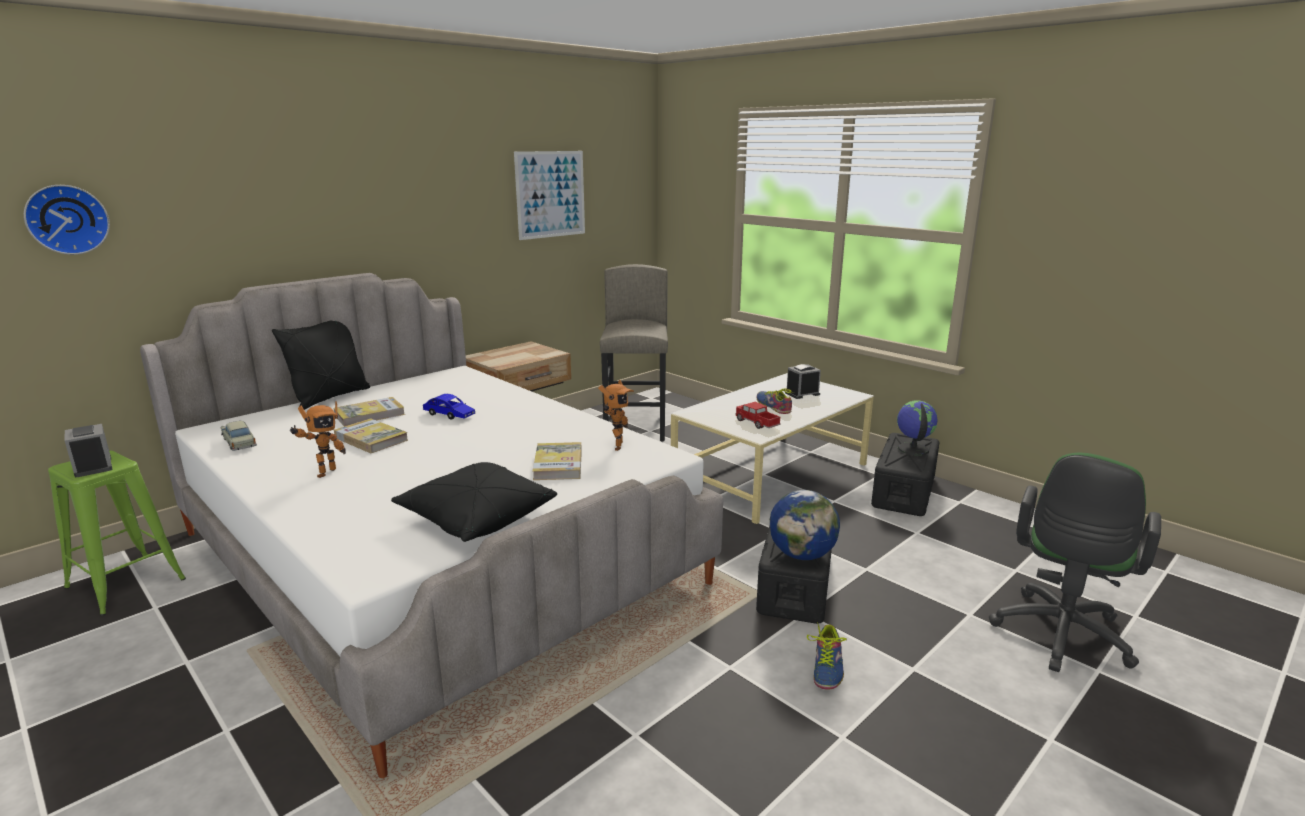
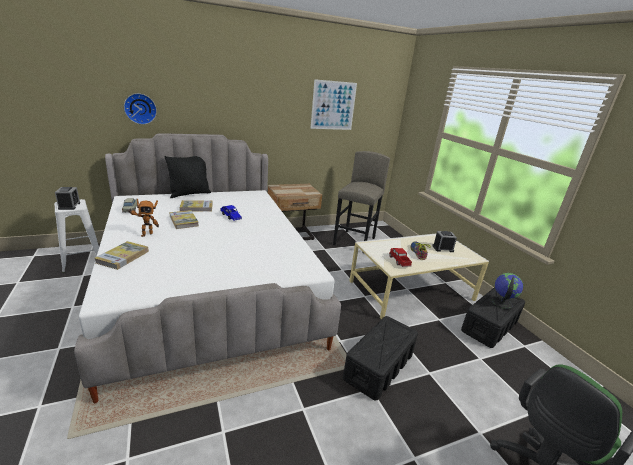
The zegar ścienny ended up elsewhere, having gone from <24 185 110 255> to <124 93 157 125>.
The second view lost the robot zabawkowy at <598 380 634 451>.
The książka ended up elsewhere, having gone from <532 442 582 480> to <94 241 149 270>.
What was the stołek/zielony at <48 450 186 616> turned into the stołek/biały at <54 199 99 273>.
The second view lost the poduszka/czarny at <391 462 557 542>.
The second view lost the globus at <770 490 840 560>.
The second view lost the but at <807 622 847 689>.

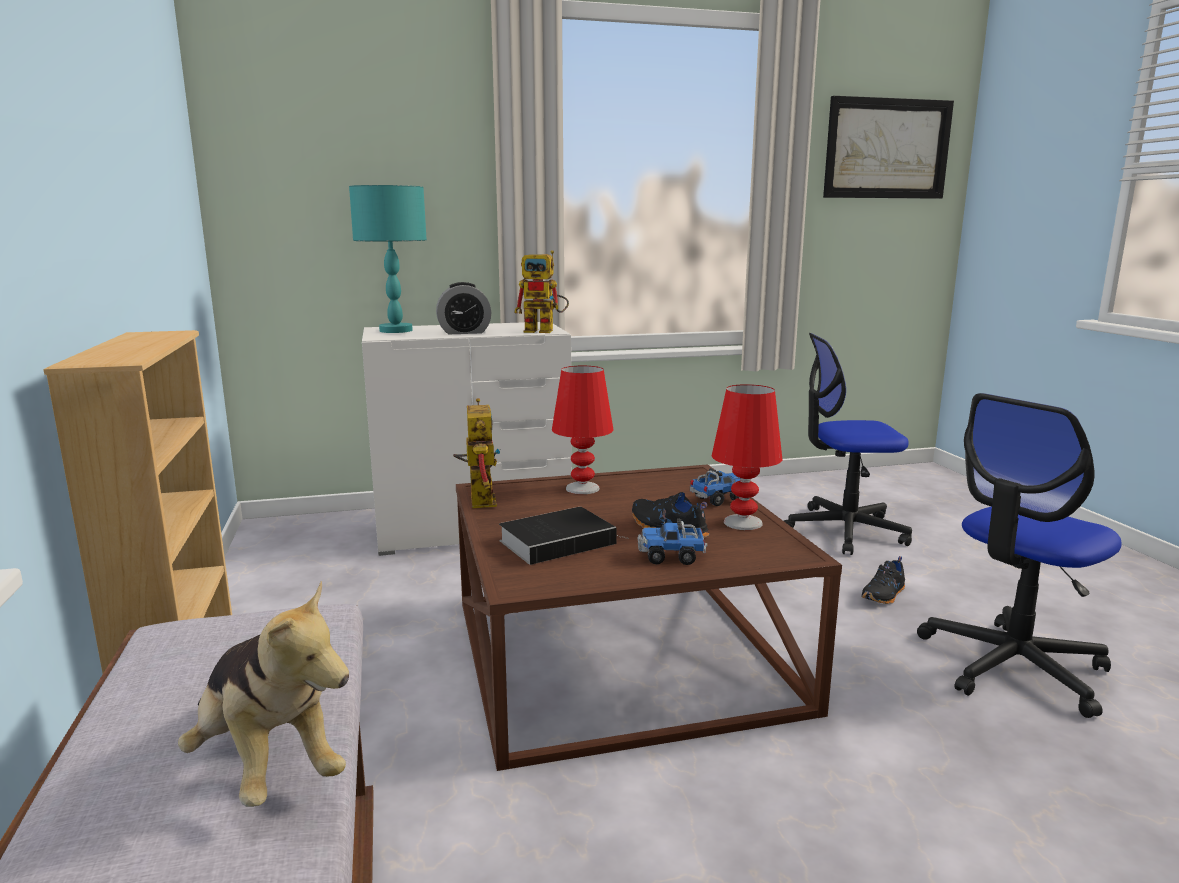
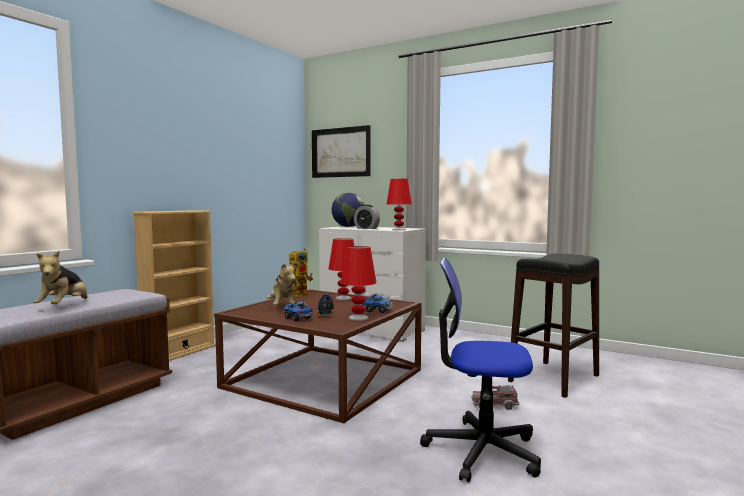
The obraz ended up elsewhere, having gone from <823 96 954 199> to <312 125 371 178>.
Where the lampa stołowa/turkusowy stood at <349 185 427 333>, the globus came to stand at <332 193 365 227>.
Where the robot zabawkowy stood at <514 250 569 333>, the lampa stołowa/czerwony came to stand at <387 179 412 231>.
Where the krzesło biurowe stood at <784 333 912 555>, the stołek/czarny came to stand at <508 254 599 398>.
Where the książka stood at <499 507 629 565>, the pluszak came to stand at <266 261 296 305>.
Where the but/czarny stood at <861 556 905 604>, the ciężarówka zabawkowa came to stand at <472 385 520 410>.

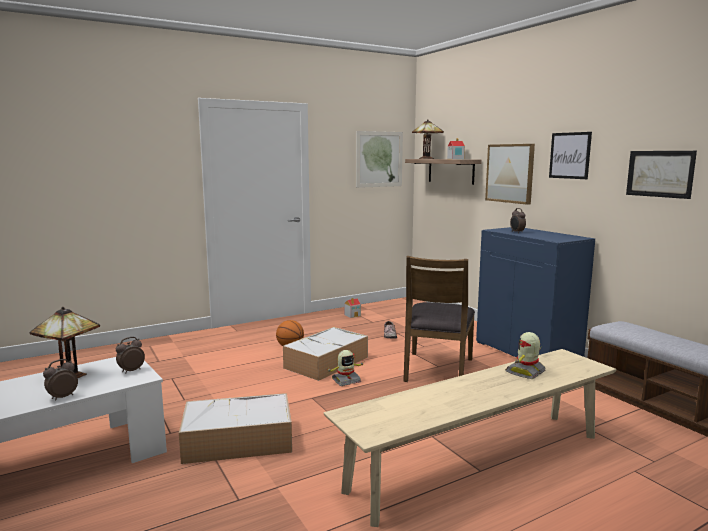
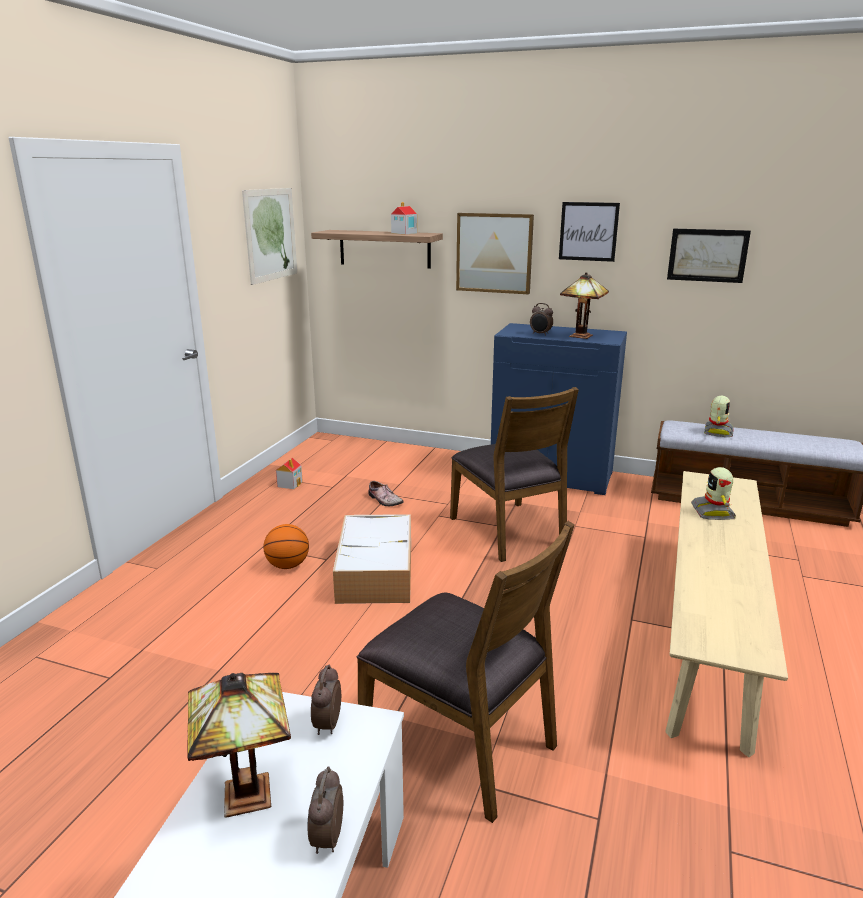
The lampa stołowa ended up elsewhere, having gone from <412 119 444 159> to <560 272 609 339>.
The robot zabawkowy ended up elsewhere, having gone from <327 350 364 386> to <704 396 734 437>.
Where the pojemnik do przechowywania stood at <179 393 292 464>, the krzesło/brązowy came to stand at <357 521 575 823>.

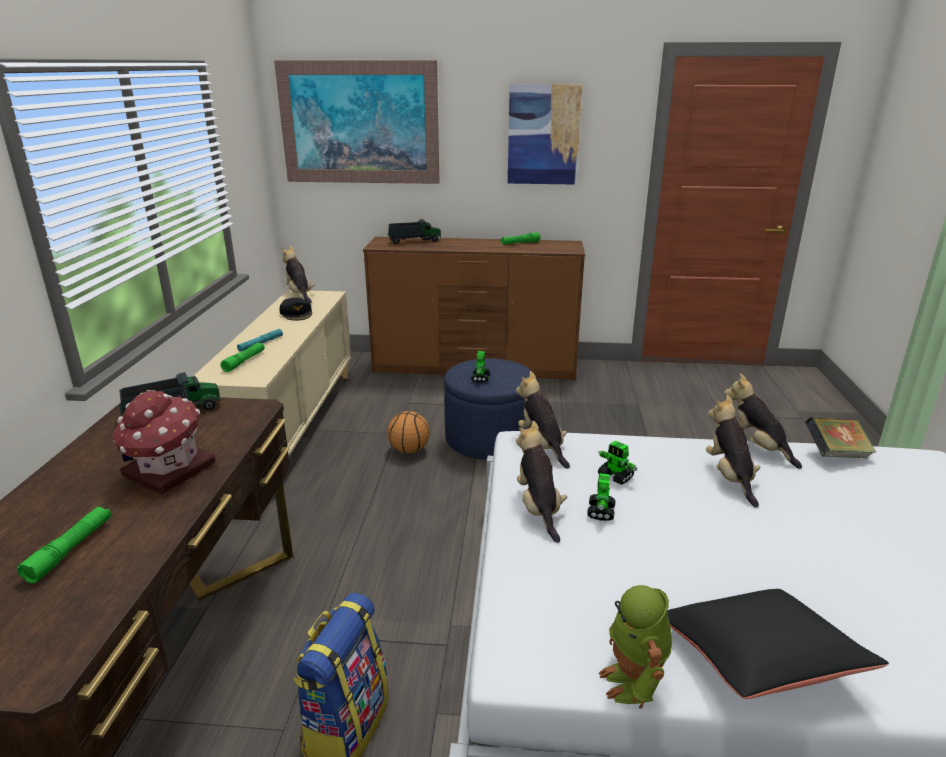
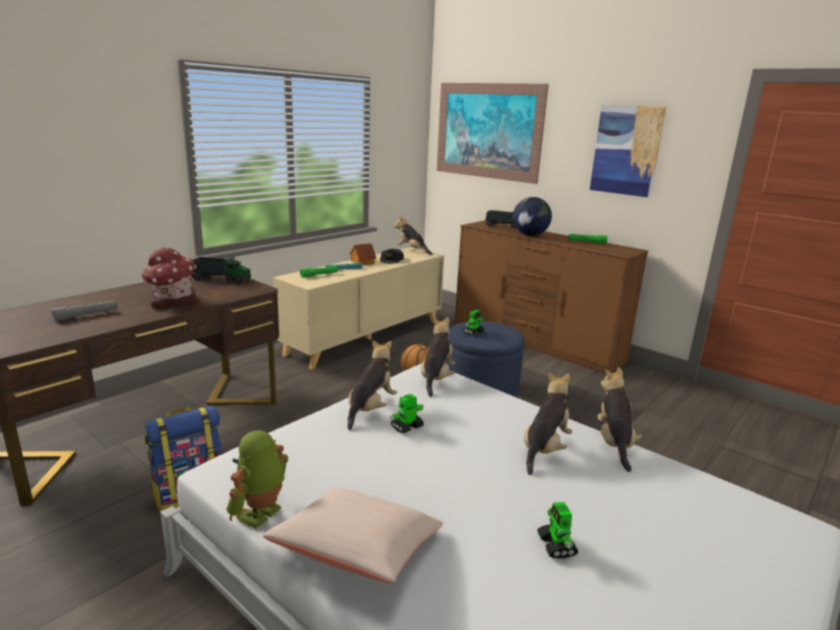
The pluszak at <282 246 315 303> ended up facing another way, 60 degrees counterclockwise from before.
The second view lost the książka at <805 417 876 458>.
The robot zabawkowy ended up elsewhere, having gone from <598 441 637 484> to <537 502 578 559>.
What was the latarka/zielony at <17 507 111 584> turned into the latarka/szary at <51 300 117 321>.
What was the poduszka/czarny at <667 589 889 699> turned into the poduszka/beżowy at <263 488 443 583>.
The second view gained the globus at <513 197 552 236>.
The second view gained the domek at <350 243 376 265>.

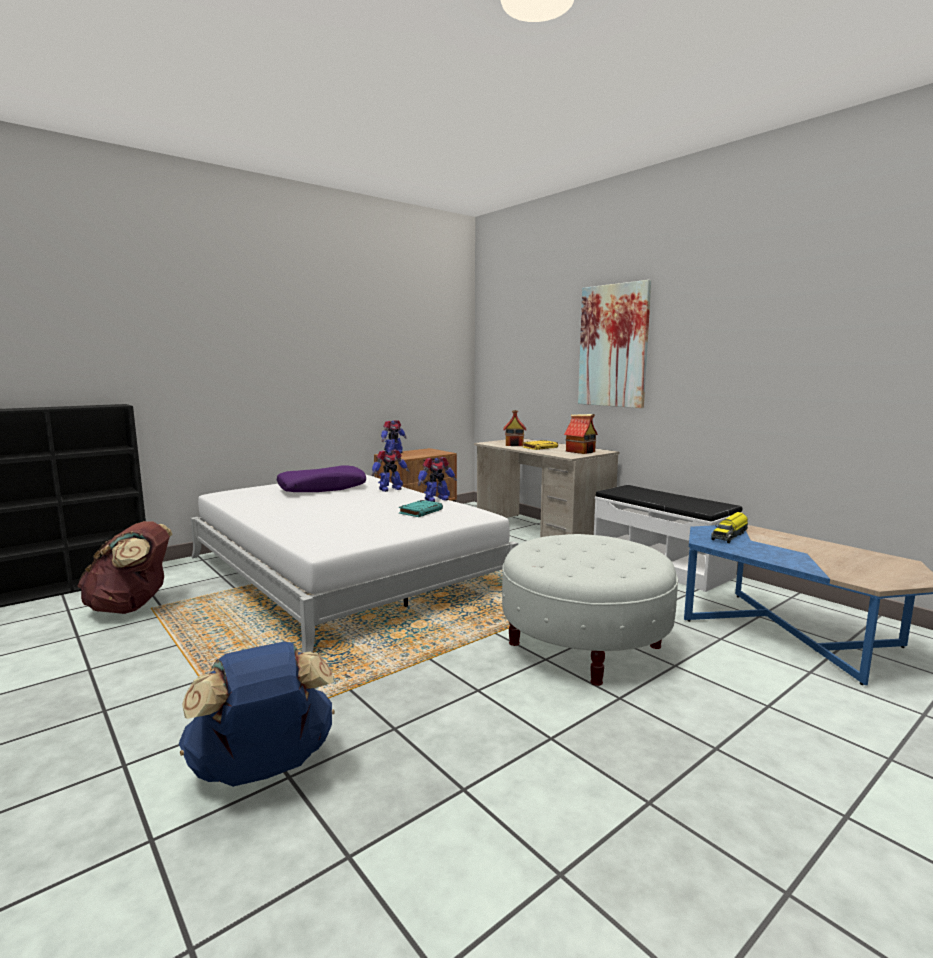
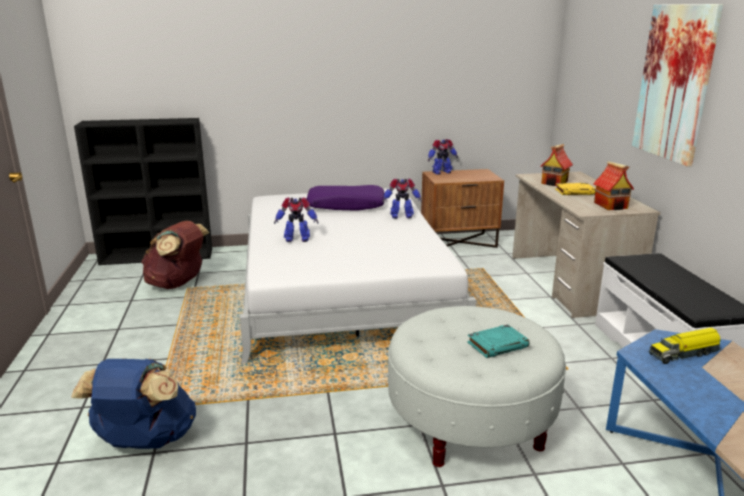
The robot zabawkowy ended up elsewhere, having gone from <418 457 457 502> to <274 197 319 242>.
The książka/turkusowy ended up elsewhere, having gone from <399 500 443 517> to <467 324 530 358>.

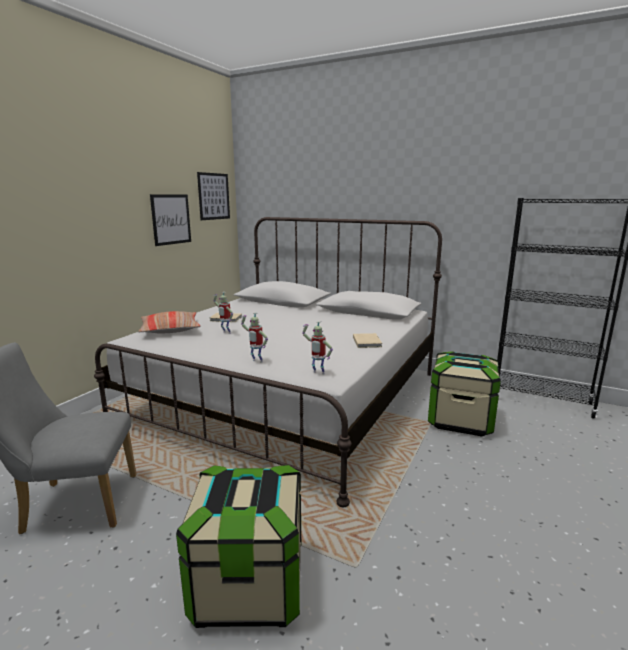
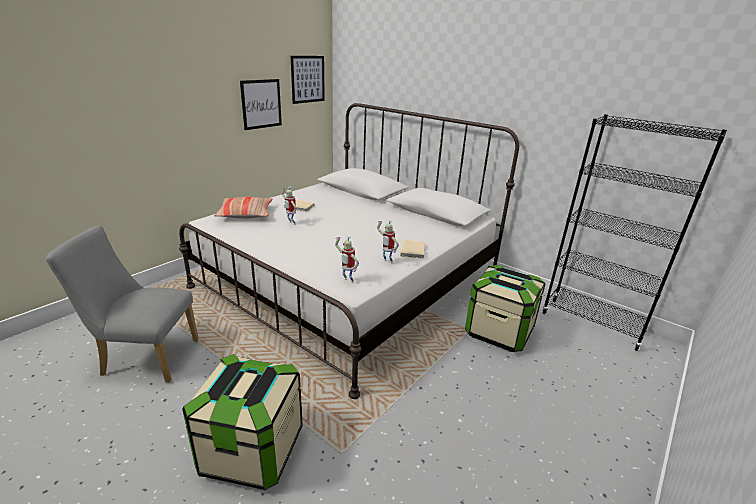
The robot zabawkowy ended up elsewhere, having gone from <241 312 268 363> to <377 220 399 263>.

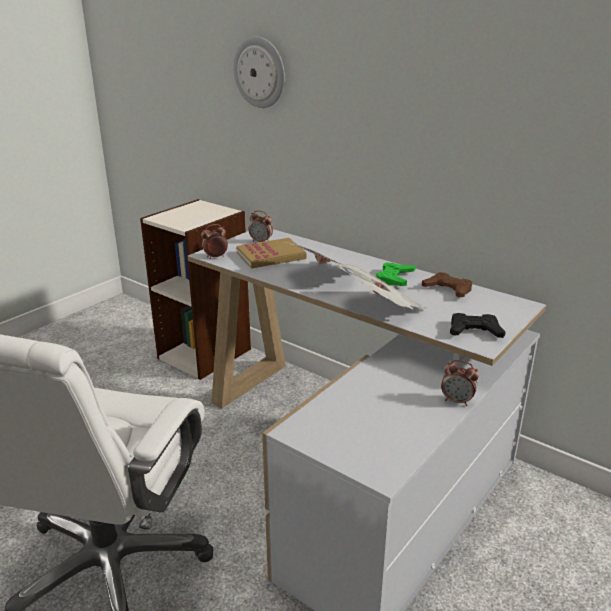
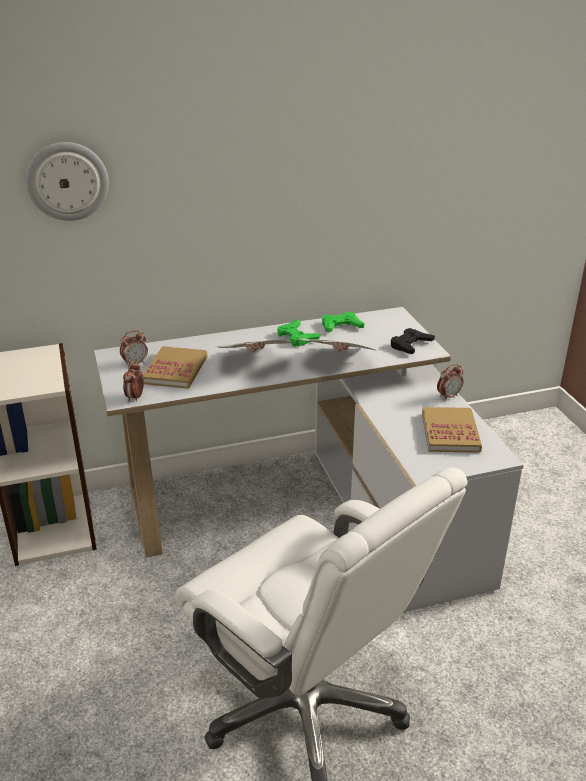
What was the pad do gier/brązowy at <422 272 472 298> turned into the pad do gier/zielony at <322 312 365 332>.
The second view gained the książka at <422 407 482 453>.

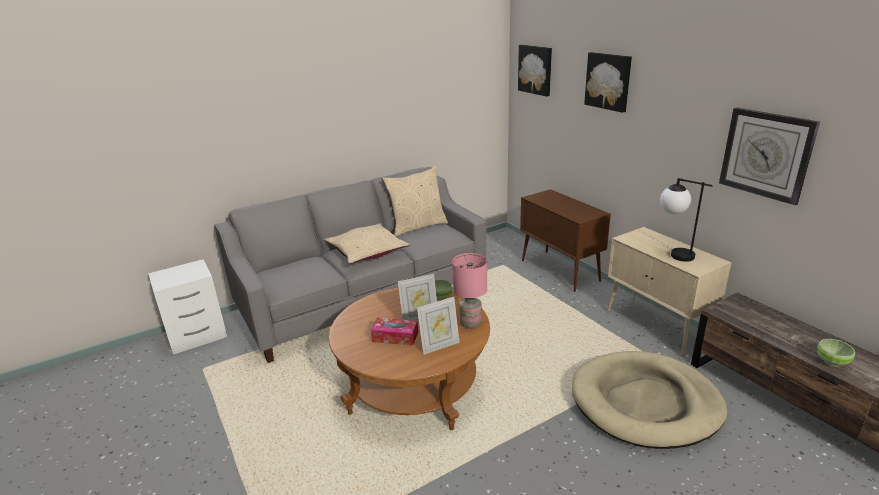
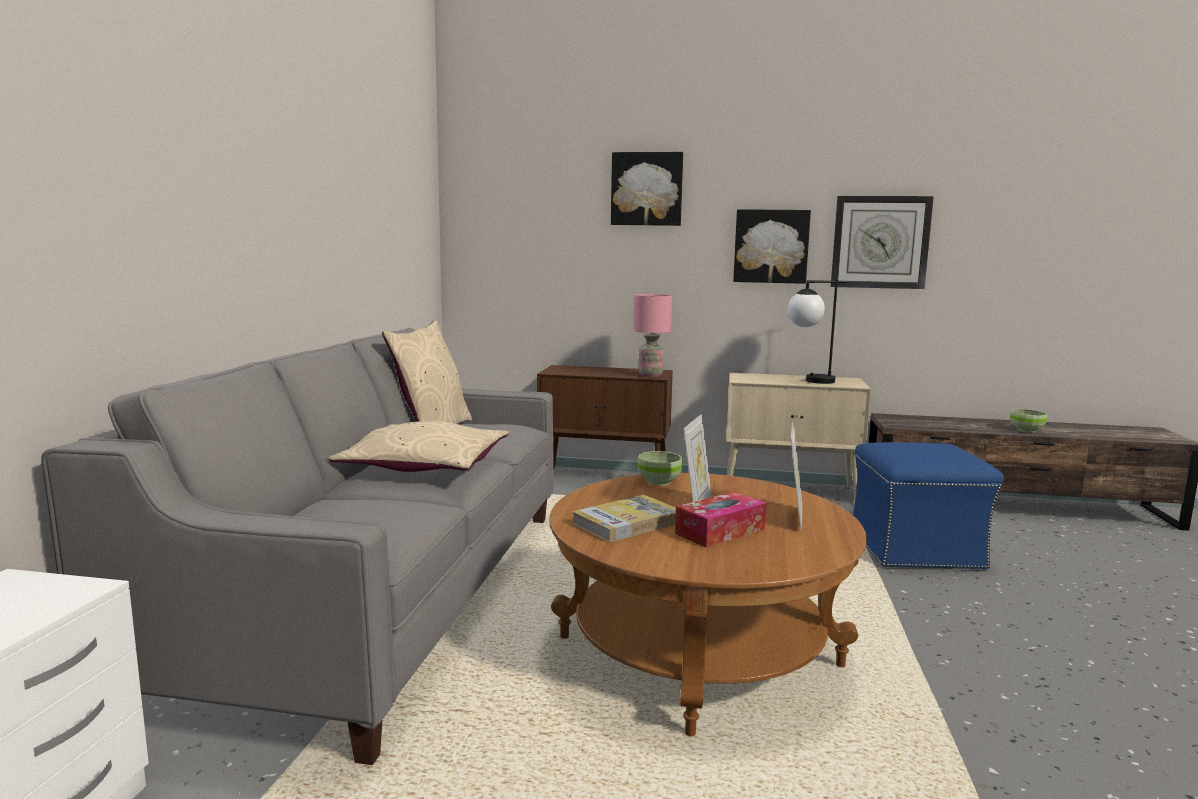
The obraz ended up elsewhere, having gone from <518 45 552 97> to <733 209 811 284>.
The lampa stołowa/różowy ended up elsewhere, having gone from <452 253 487 329> to <633 294 672 377>.
Where the legowisko/beżowy stood at <572 351 727 449>, the pufa/niebieski came to stand at <853 442 1004 570>.
The second view gained the książka at <572 495 676 543>.

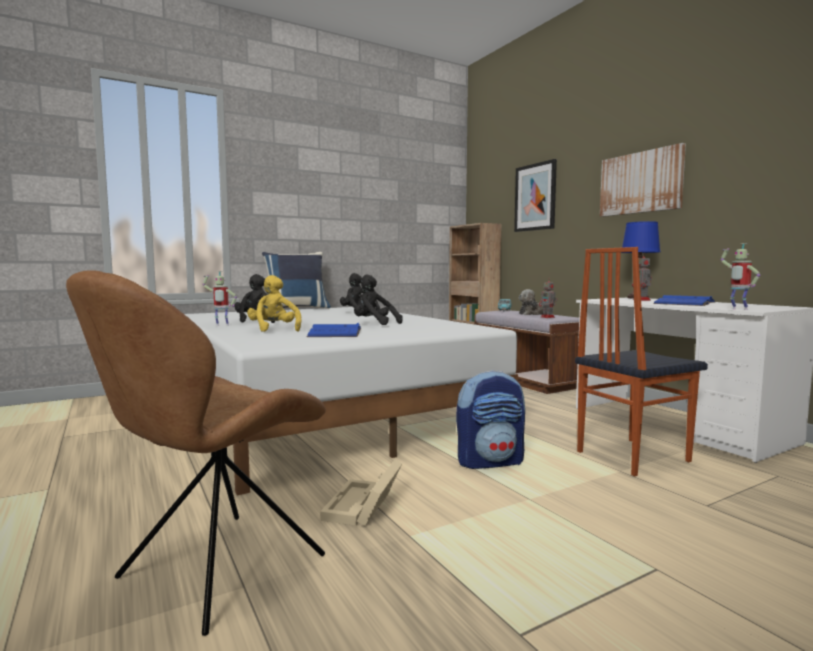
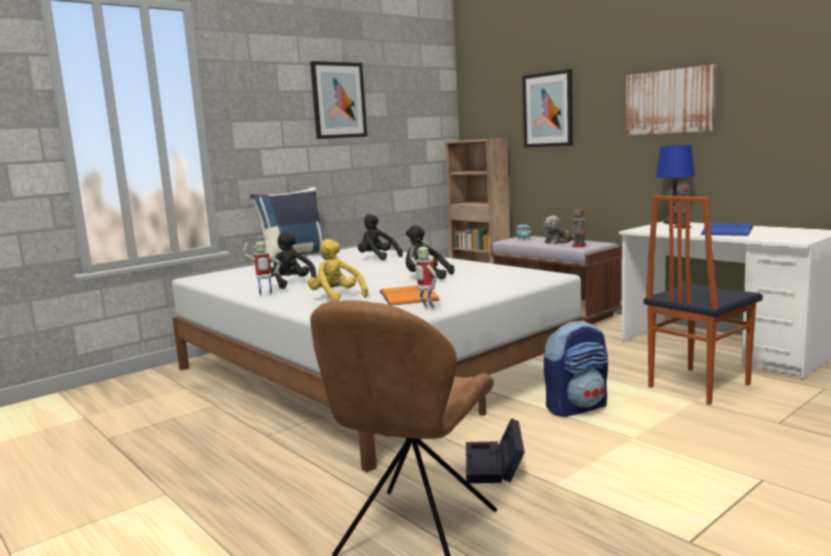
The robot zabawkowy ended up elsewhere, having gone from <720 243 760 310> to <408 241 437 311>.
What was the książka/niebieski at <307 323 362 337> turned into the książka/pomarańczowy at <379 285 440 306>.
What was the pojemnik do przechowywania/beżowy at <320 460 402 526> turned into the pojemnik do przechowywania/czarny at <466 418 525 483>.
The second view gained the obraz at <310 61 367 139>.

